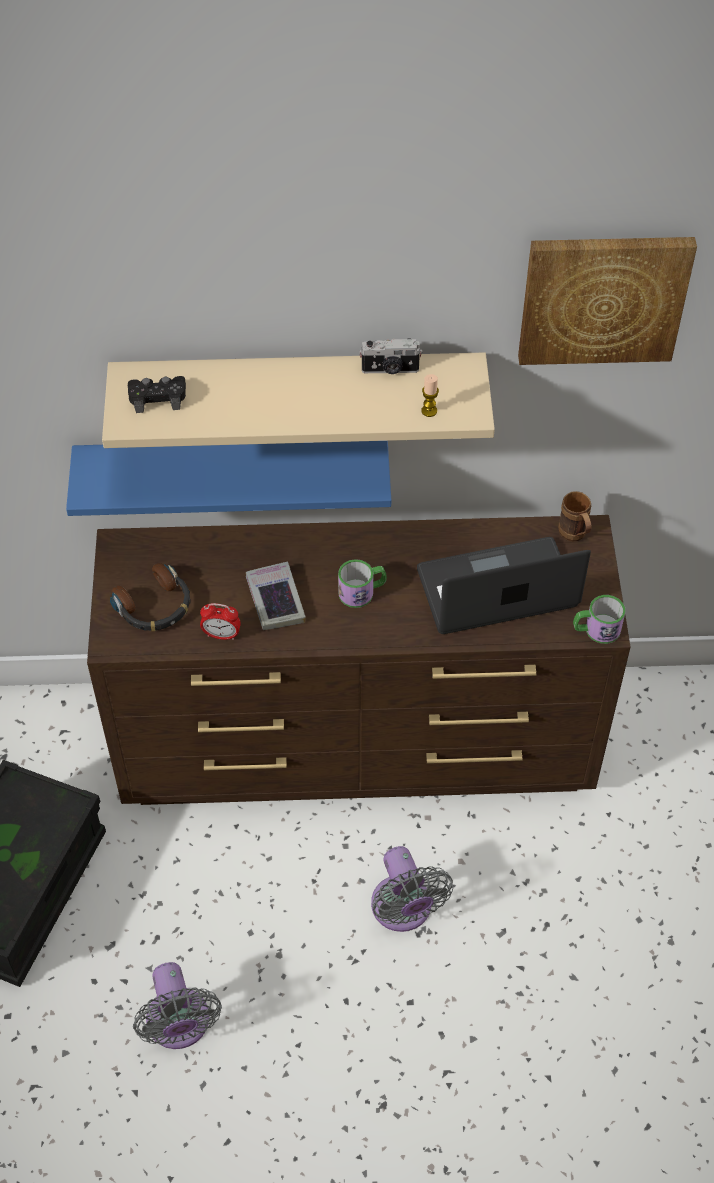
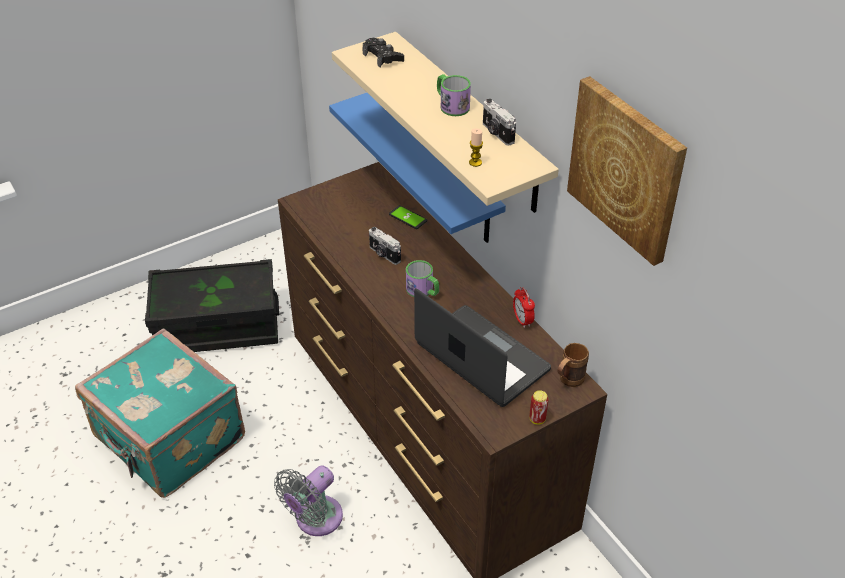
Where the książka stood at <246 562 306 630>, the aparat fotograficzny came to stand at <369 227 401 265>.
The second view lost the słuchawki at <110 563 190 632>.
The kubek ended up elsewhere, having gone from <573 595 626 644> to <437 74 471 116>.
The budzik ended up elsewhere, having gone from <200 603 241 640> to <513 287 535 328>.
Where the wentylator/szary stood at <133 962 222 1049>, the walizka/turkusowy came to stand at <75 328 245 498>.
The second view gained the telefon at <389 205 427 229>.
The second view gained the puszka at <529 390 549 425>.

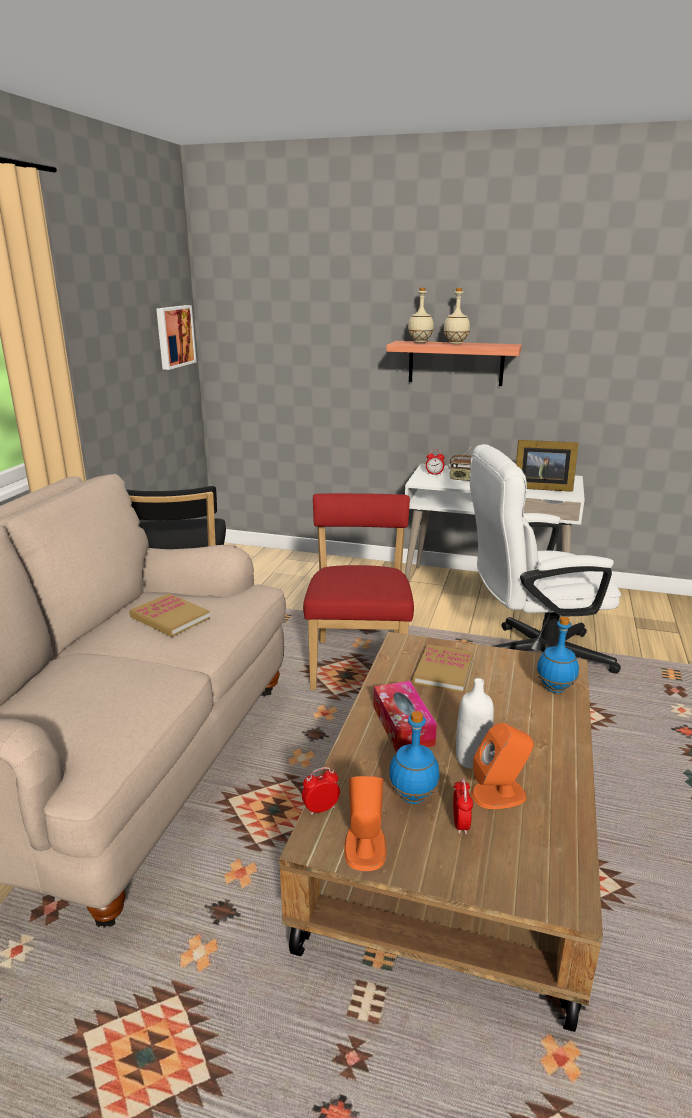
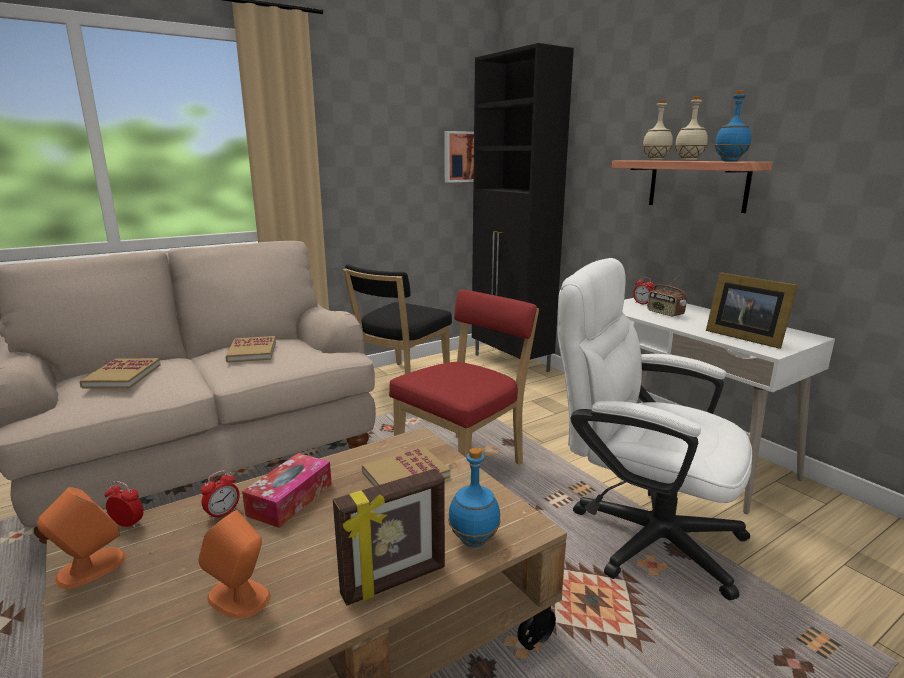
The second view lost the butelka/biały at <456 678 494 769>.
The butelka/niebieski ended up elsewhere, having gone from <389 711 440 804> to <715 90 751 161>.
The budzik ended up elsewhere, having gone from <453 778 473 835> to <201 470 240 521>.
The second view gained the szafka/czarny at <472 43 574 372>.
The second view gained the książka at <80 358 161 389>.
The second view gained the ramka na zdjęcie at <333 469 445 606>.

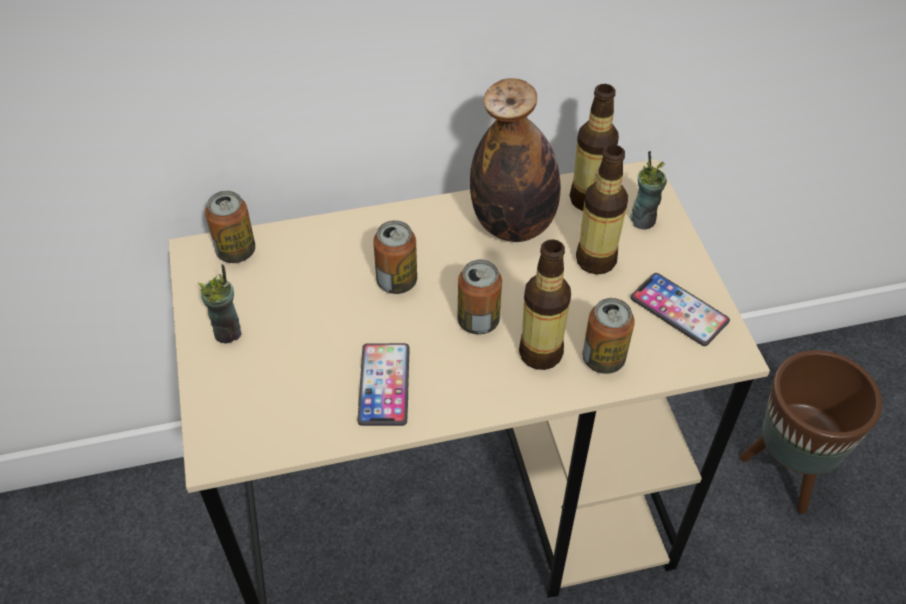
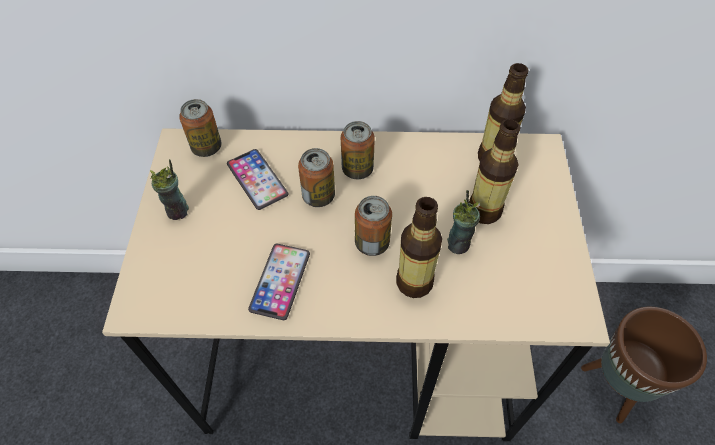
The second view lost the butelka at <470 78 561 242>.
The filiżanka ended up elsewhere, having gone from <630 151 667 230> to <447 190 480 254>.
The telefon ended up elsewhere, having gone from <630 273 730 346> to <227 149 288 210>.
The puszka ended up elsewhere, having gone from <582 298 635 374> to <341 121 375 179>.

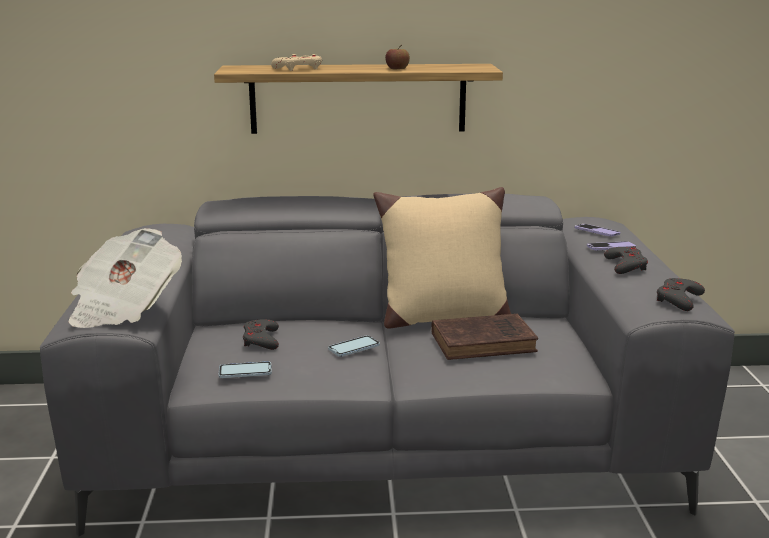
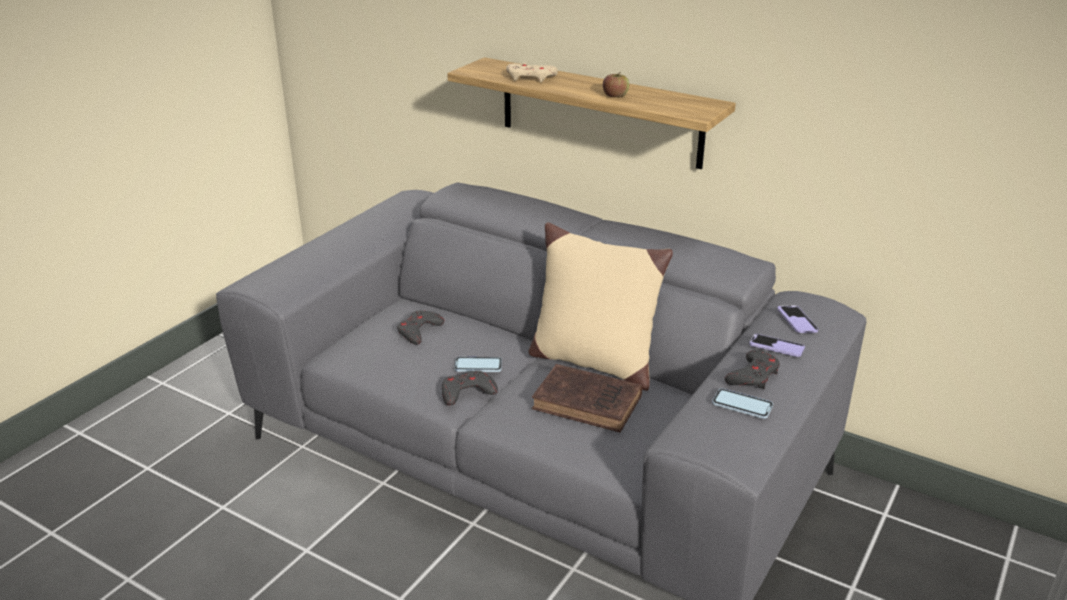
The second view lost the gazeta at <69 228 182 328>.
The pad do gier/szary ended up elsewhere, having gone from <657 278 705 311> to <442 370 498 405>.
The telefon ended up elsewhere, having gone from <219 361 272 378> to <712 388 773 419>.

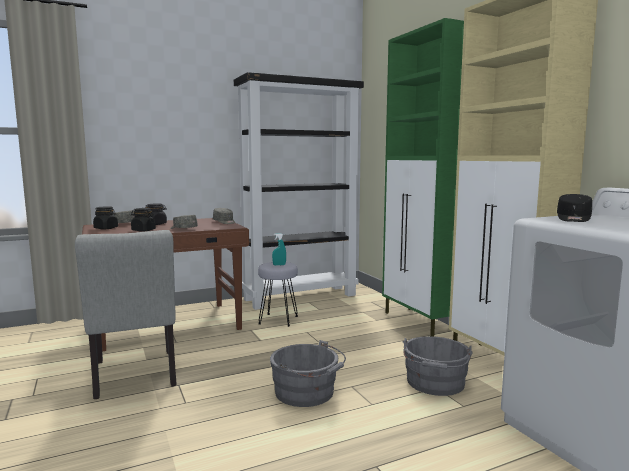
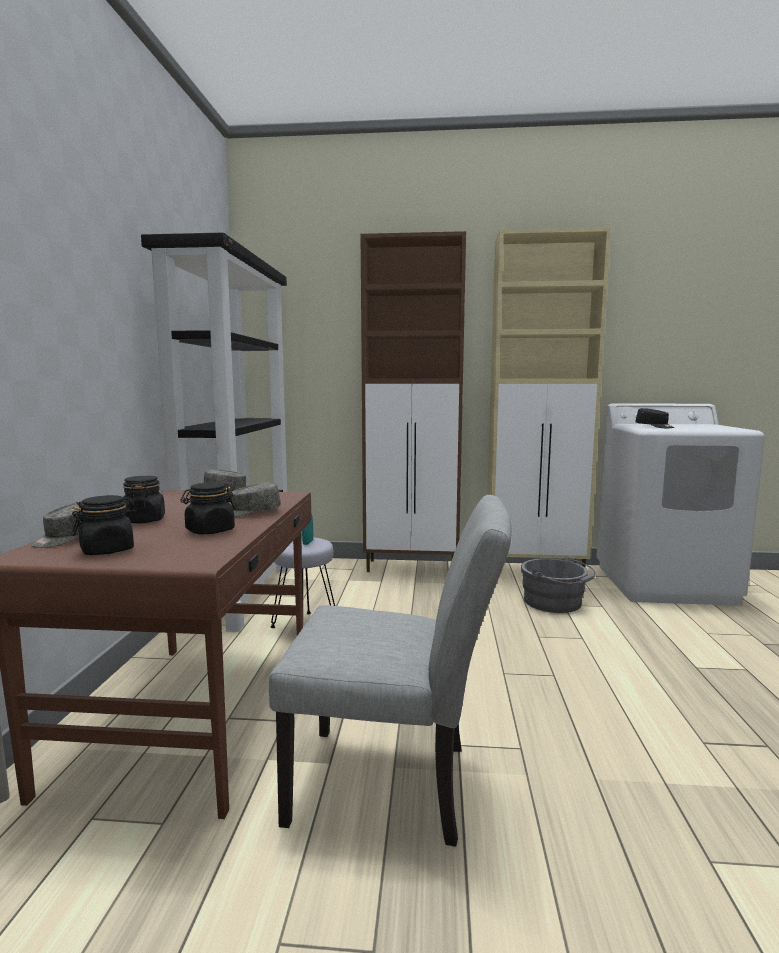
What was the szafka/zielony at <382 18 464 336> turned into the szafka/brązowy at <361 231 466 572>.
The second view lost the wiadro/szary at <270 340 346 407>.

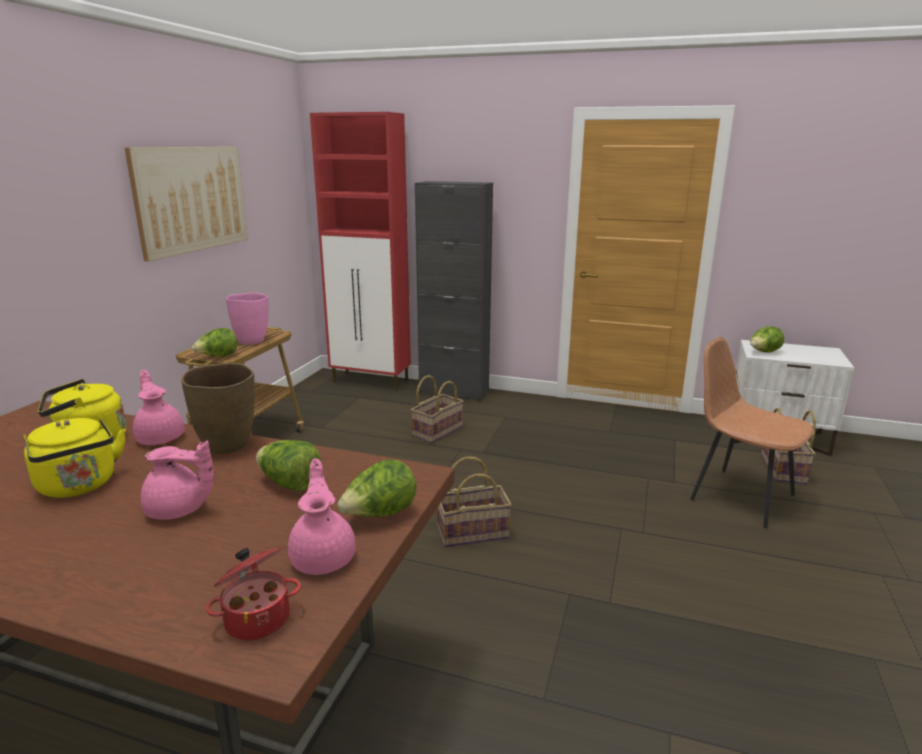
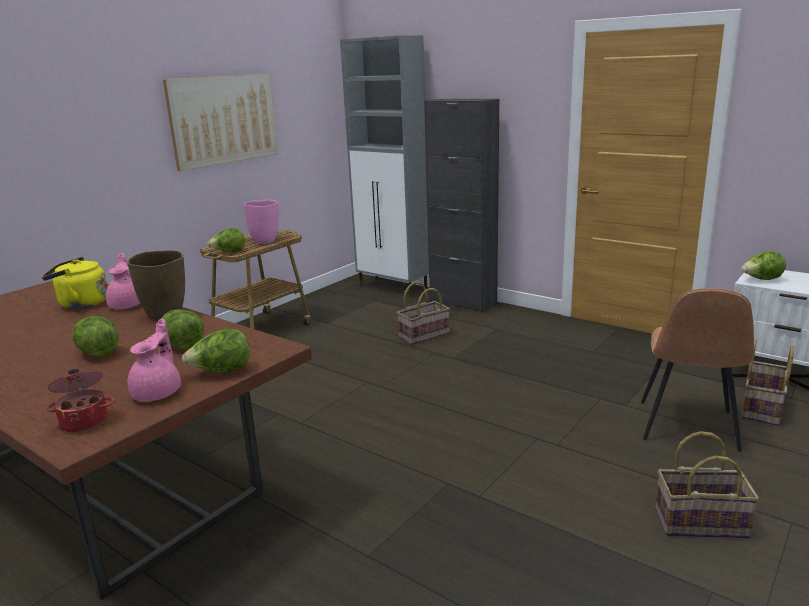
What was the szafka/czerwony at <310 112 411 391> turned into the szafka/szary at <340 35 429 297>.
The krzesło/brązowy at <690 337 814 528> ended up facing another way, 135 degrees counterclockwise from before.
The second view lost the czajnik/żółty at <23 416 126 498>.
Where the imbryk/różowy stood at <141 440 214 520>, the sałata came to stand at <72 316 119 357>.
The koszyk ended up elsewhere, having gone from <437 457 512 548> to <655 431 759 538>.

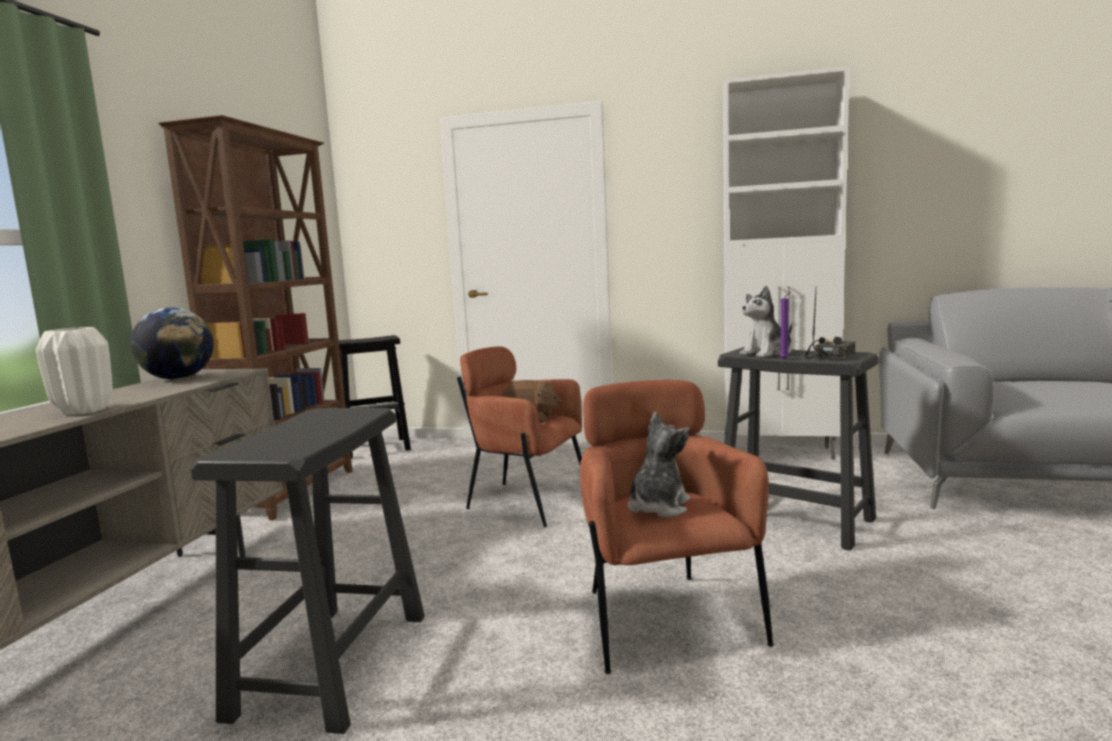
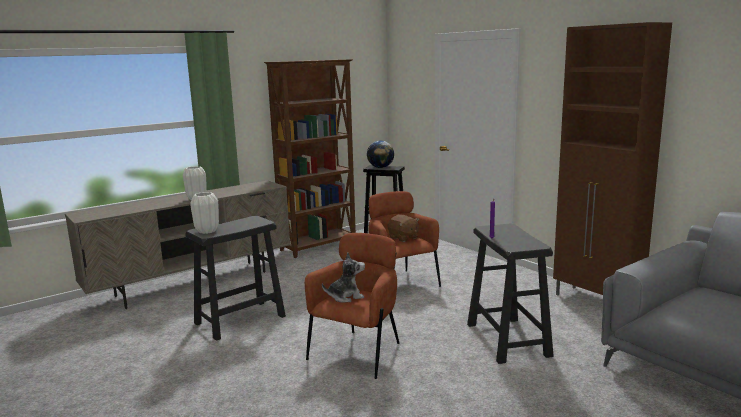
What was the szafka/biały at <723 66 850 460> turned into the szafka/brązowy at <553 22 672 295>.
The second view lost the pluszak at <740 285 792 358>.
The second view lost the radio at <805 290 856 359>.
The globus ended up elsewhere, having gone from <130 307 214 379> to <367 140 394 168>.
The second view gained the wazon/biały at <190 192 219 234>.

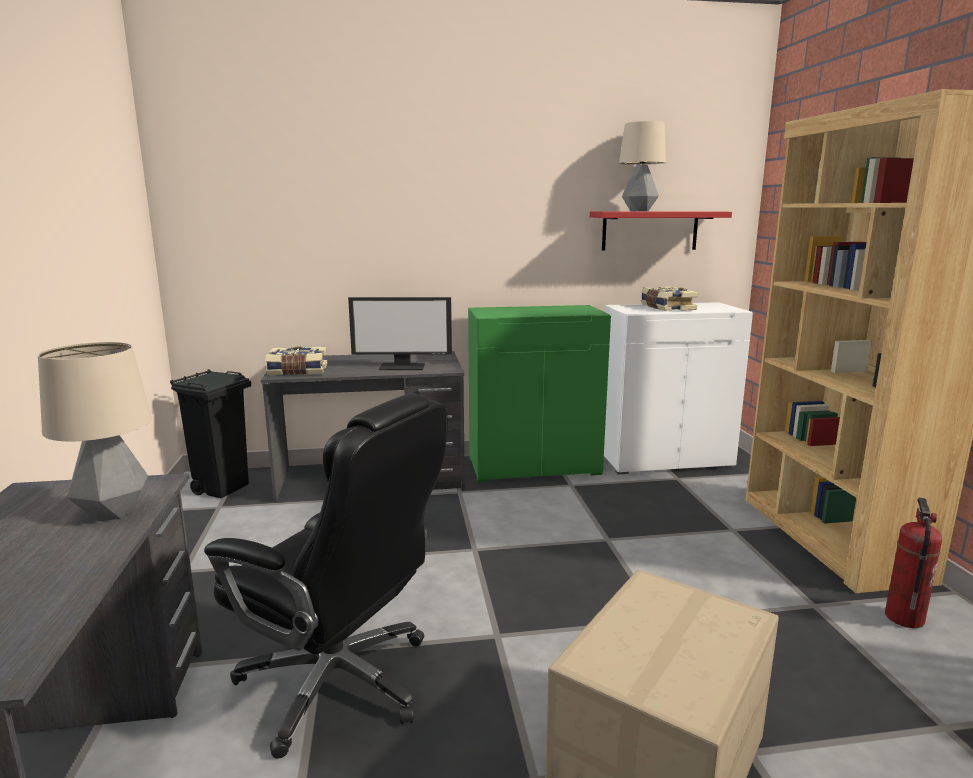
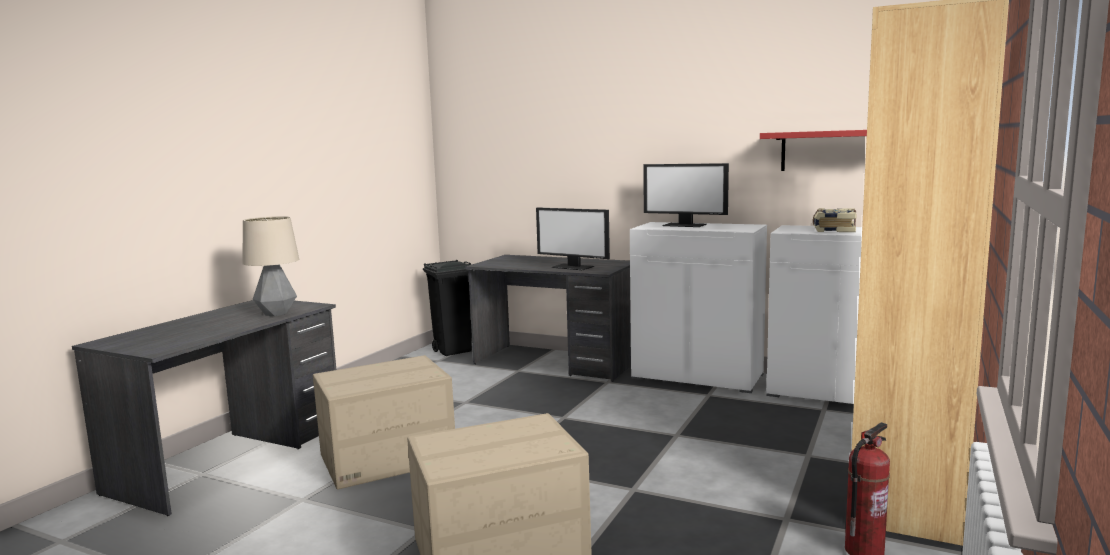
The second view lost the lampa stołowa at <619 121 666 211>.
What was the szafka/zielony at <468 305 611 482> turned into the szafka/biały at <630 222 767 393>.
The second view lost the książka at <265 346 328 375>.
Where the krzesło biurowe/czarny stood at <204 393 447 759>, the karton came to stand at <313 355 455 490>.
The second view gained the monitor at <643 163 729 227>.

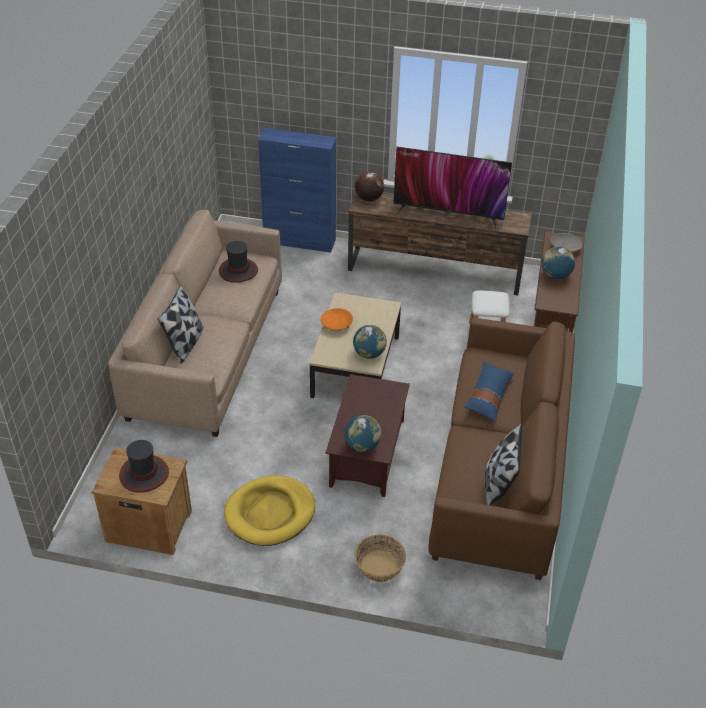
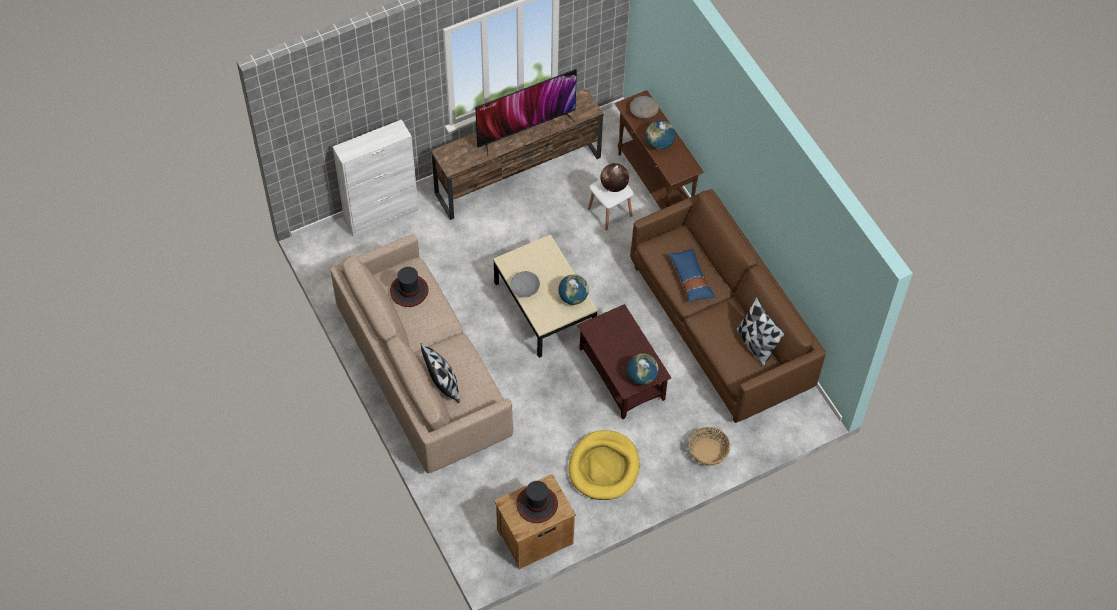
What was the szafka/niebieski at <258 128 336 253> turned into the szafka/biały at <333 119 419 237>.
The globus ended up elsewhere, having gone from <355 172 384 201> to <600 163 629 192>.
What was the miska/pomarańczowy at <320 308 353 331> turned into the miska/szary at <510 271 540 297>.

